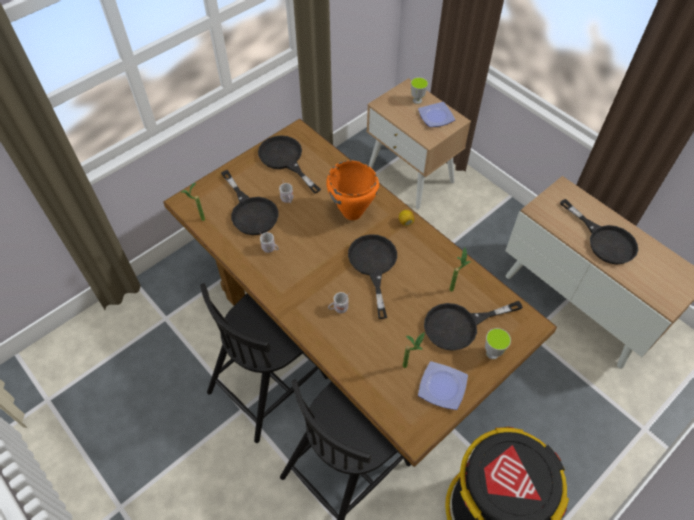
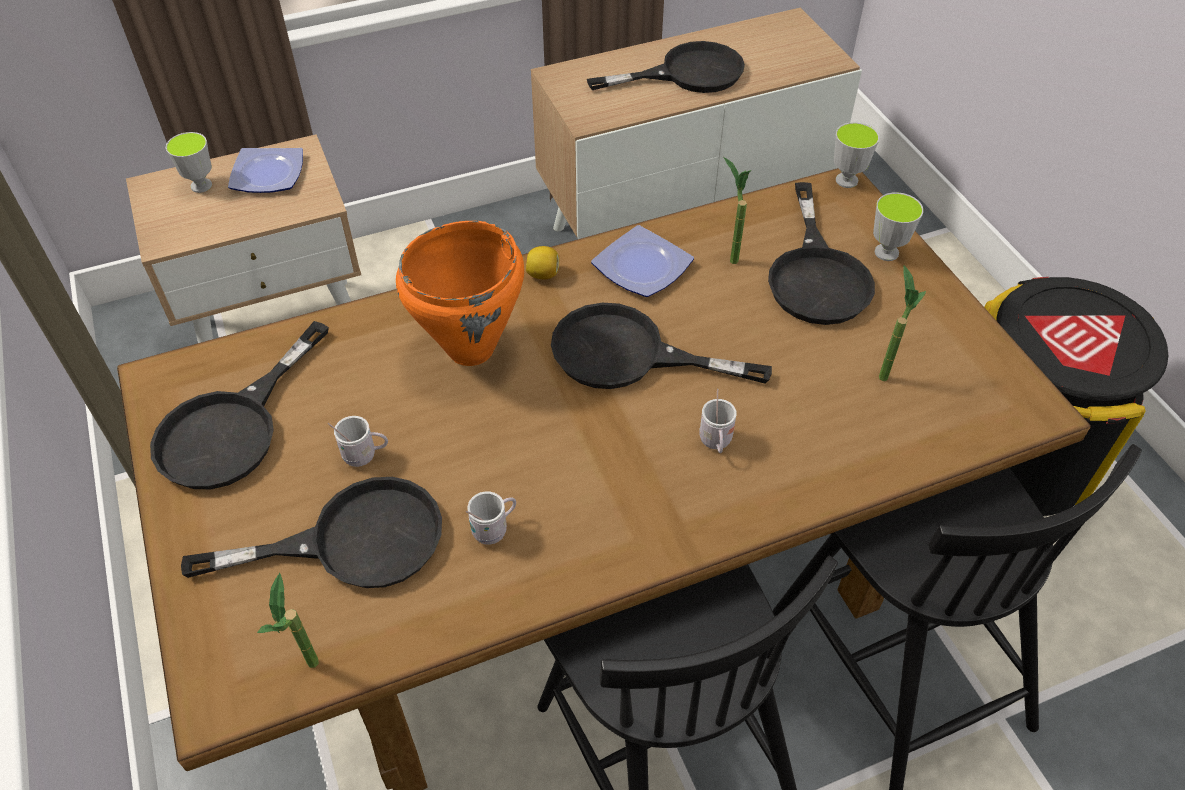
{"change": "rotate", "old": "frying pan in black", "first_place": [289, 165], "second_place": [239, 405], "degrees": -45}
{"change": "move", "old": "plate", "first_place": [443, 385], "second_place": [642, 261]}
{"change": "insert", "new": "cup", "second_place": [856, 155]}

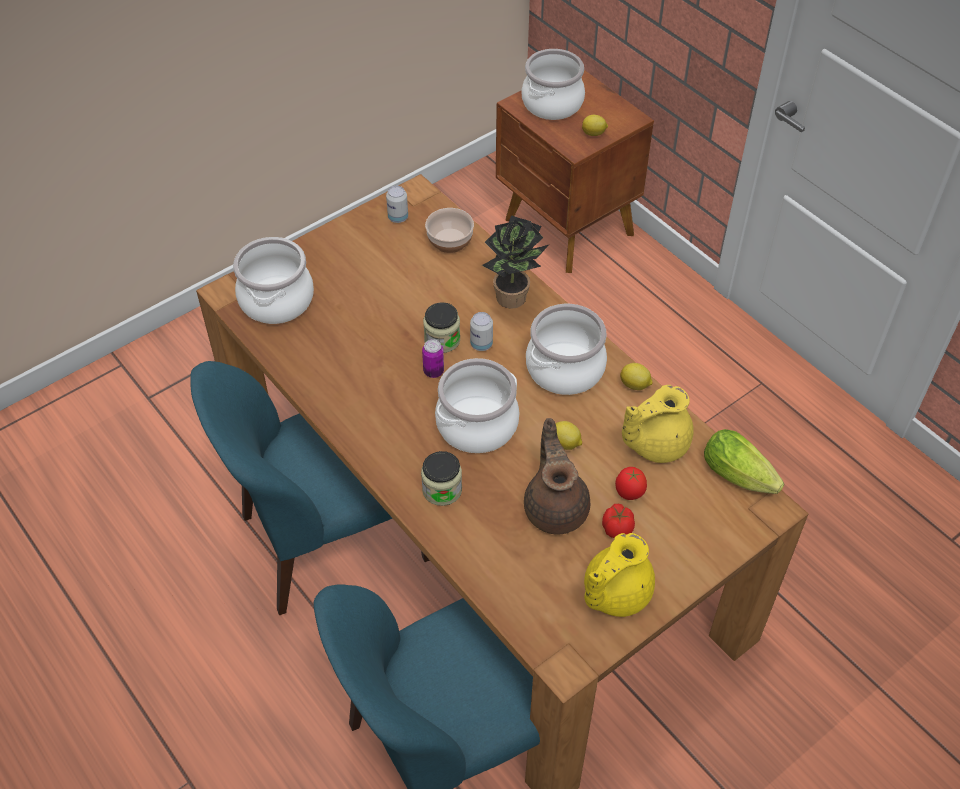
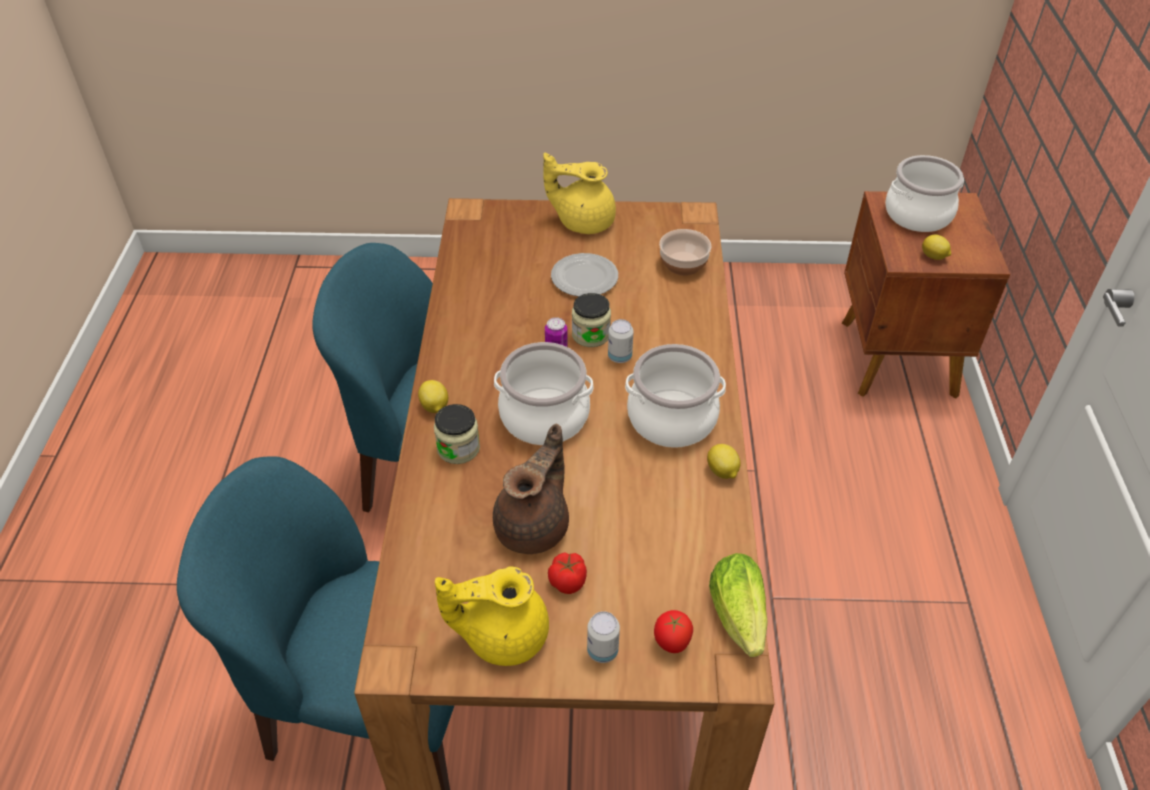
{"change": "move", "old": "can", "first_place": [397, 204], "second_place": [603, 637]}
{"change": "delete", "old": "potted plant", "first_place": [516, 262]}
{"change": "delete", "old": "cooking pot", "first_place": [273, 280]}
{"change": "move", "old": "teapot in yellow", "first_place": [658, 424], "second_place": [579, 193]}
{"change": "move", "old": "lemon", "first_place": [568, 435], "second_place": [433, 396]}
{"change": "move", "old": "tomato", "first_place": [631, 483], "second_place": [673, 631]}
{"change": "insert", "new": "plate", "second_place": [584, 275]}

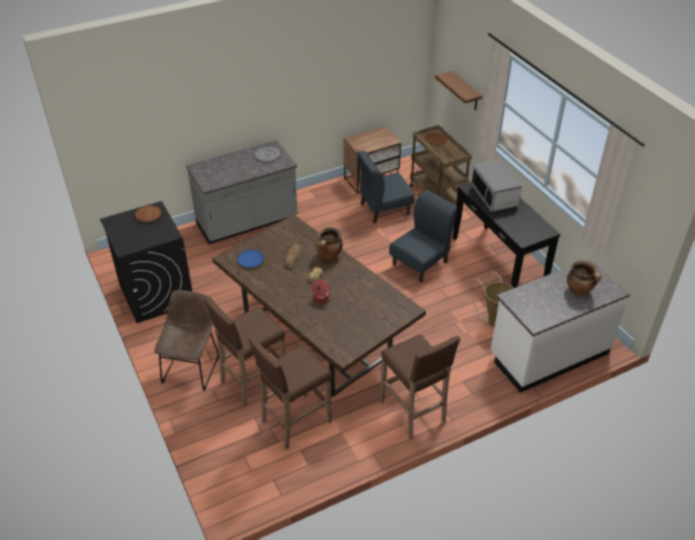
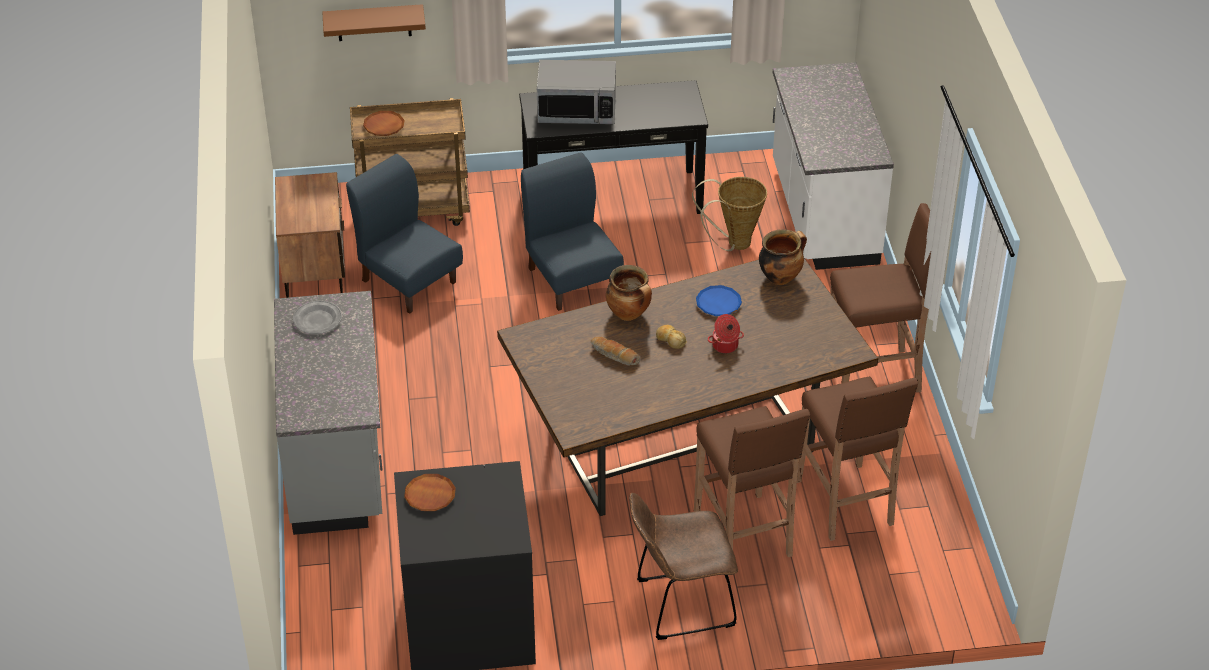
{"change": "rotate", "old": "chair in blue", "first_place": [385, 187], "second_place": [404, 234], "degrees": 135}
{"change": "move", "old": "plate in blue", "first_place": [250, 259], "second_place": [719, 300]}
{"change": "move", "old": "cooking pot", "first_place": [584, 278], "second_place": [783, 257]}
{"change": "rotate", "old": "chair in brown", "first_place": [187, 340], "second_place": [683, 566], "degrees": -45}

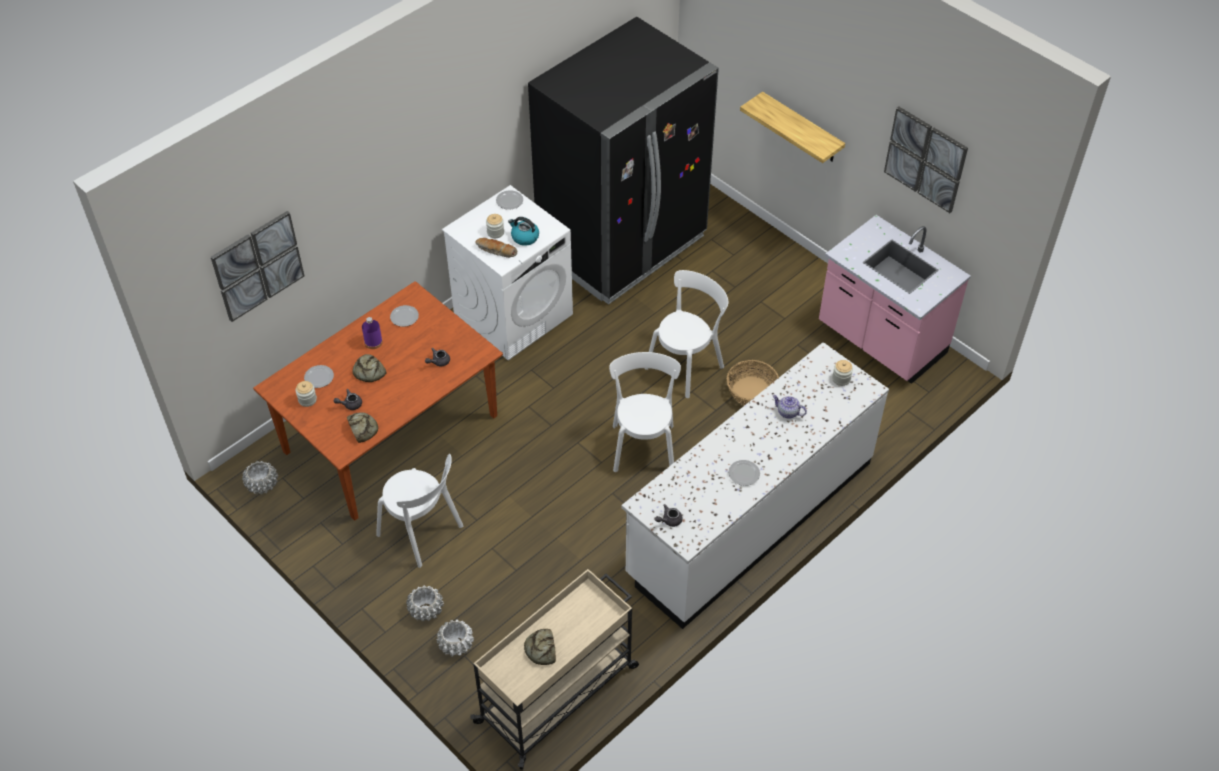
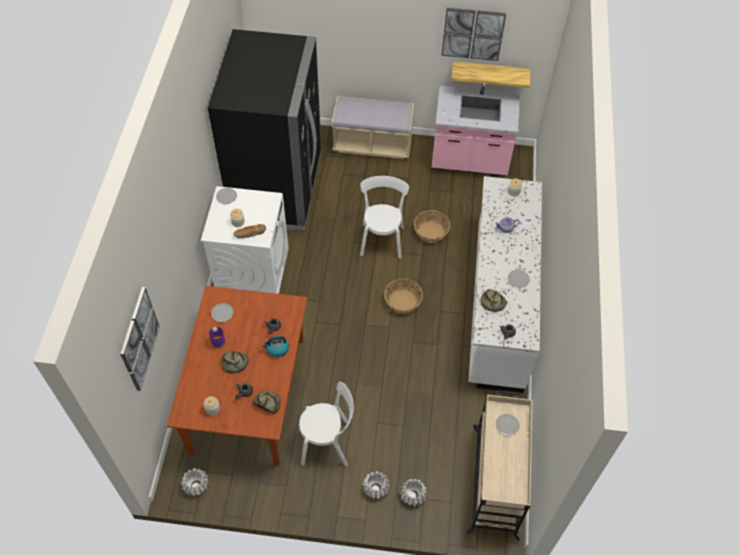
{"change": "move", "old": "shelf", "first_place": [792, 127], "second_place": [491, 74]}
{"change": "move", "old": "kettle", "first_place": [523, 231], "second_place": [275, 346]}
{"change": "replace", "old": "chair in white", "new": "basket", "first_place": [645, 412], "second_place": [403, 296]}
{"change": "move", "old": "plate", "first_place": [319, 376], "second_place": [508, 425]}
{"change": "move", "old": "bread", "first_place": [540, 647], "second_place": [494, 300]}
{"change": "insert", "new": "bench in beige", "second_place": [373, 127]}

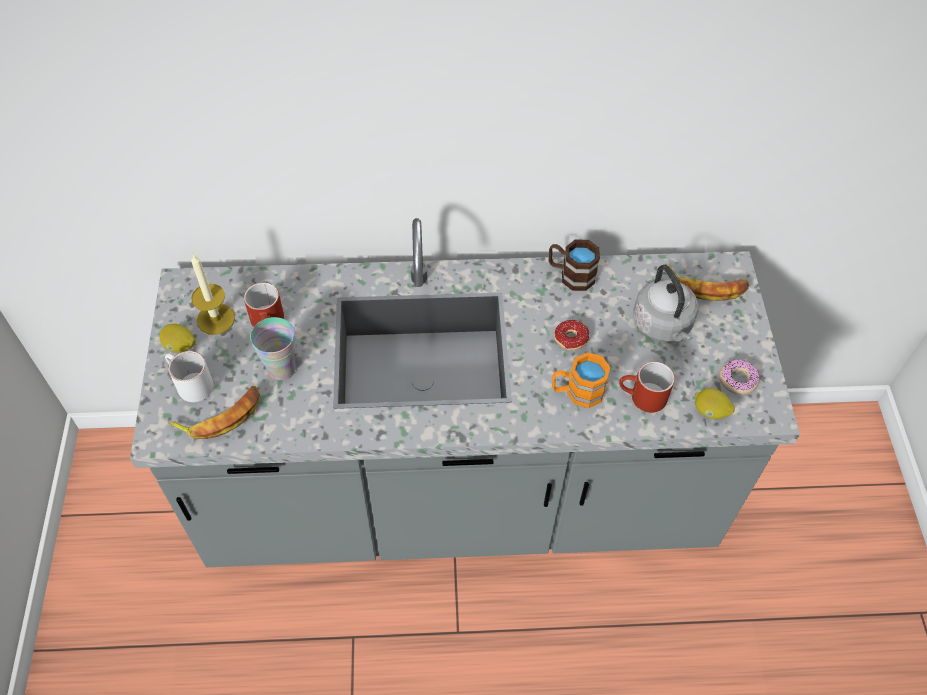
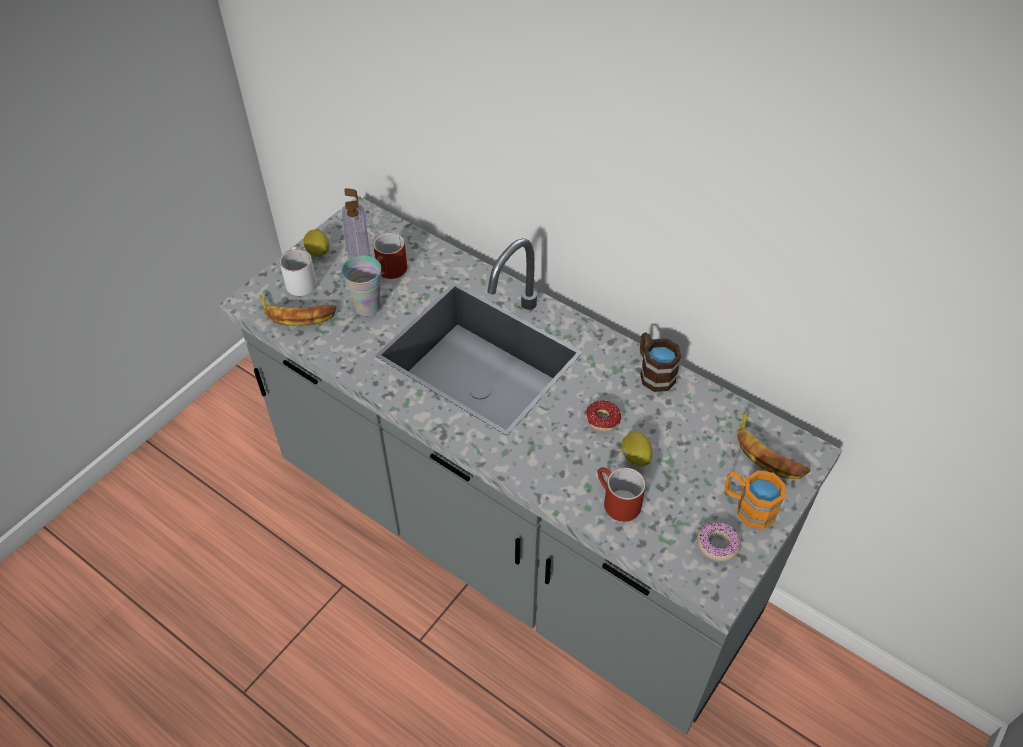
{"change": "replace", "old": "candle", "new": "soap dispenser", "first_place": [213, 294], "second_place": [356, 223]}
{"change": "delete", "old": "kettle in grey", "first_place": [665, 303]}
{"change": "move", "old": "mug in orange", "first_place": [581, 380], "second_place": [755, 499]}
{"change": "move", "old": "lemon", "first_place": [715, 403], "second_place": [637, 449]}

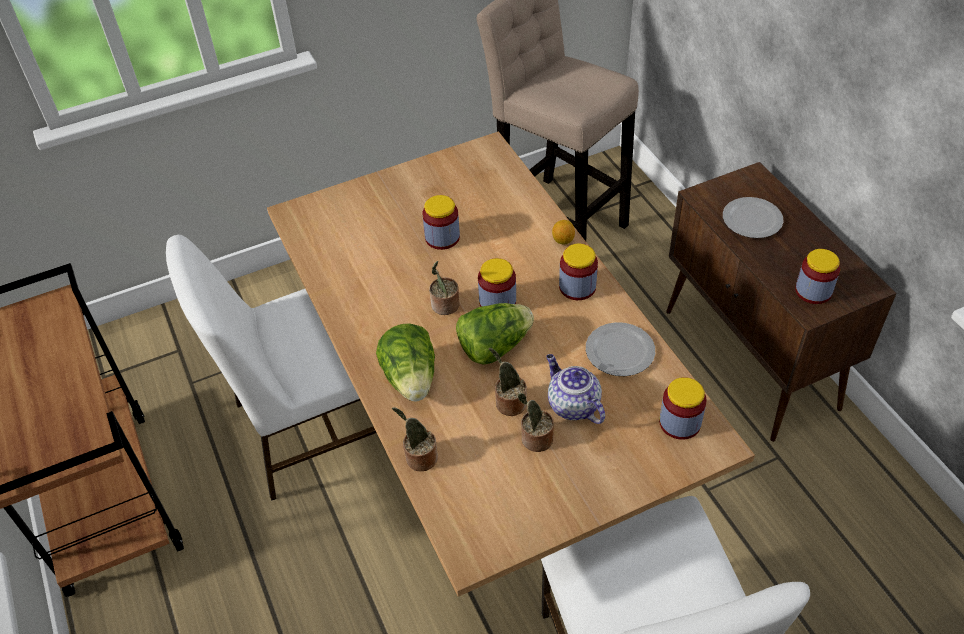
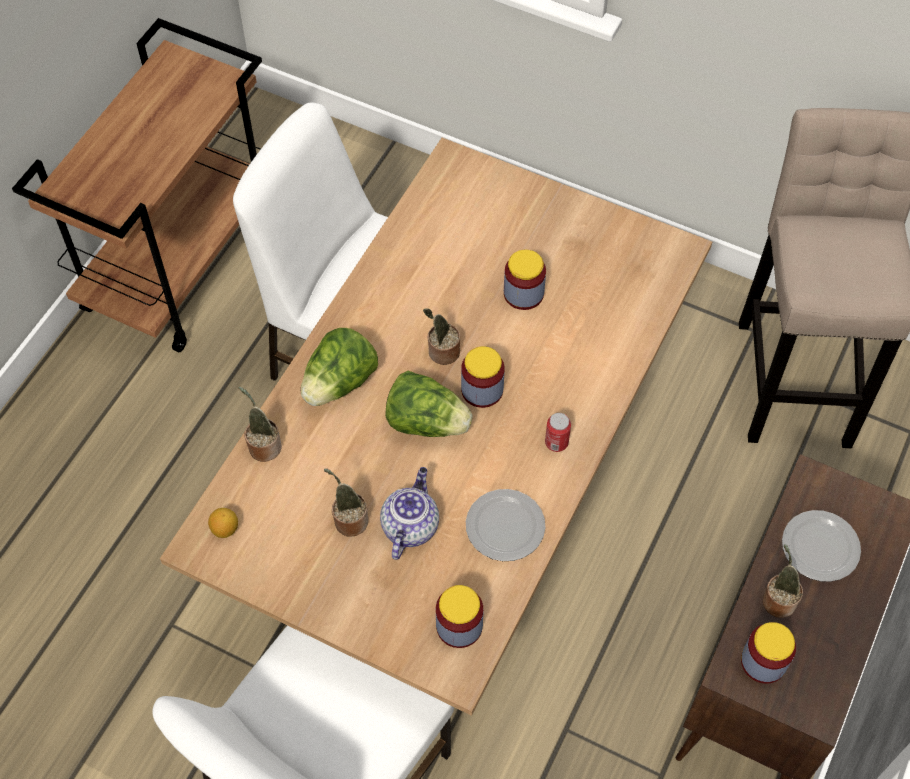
{"change": "move", "old": "lemon", "first_place": [563, 232], "second_place": [223, 523]}
{"change": "replace", "old": "jar", "new": "can", "first_place": [578, 272], "second_place": [558, 432]}
{"change": "move", "old": "potted plant", "first_place": [507, 382], "second_place": [783, 581]}

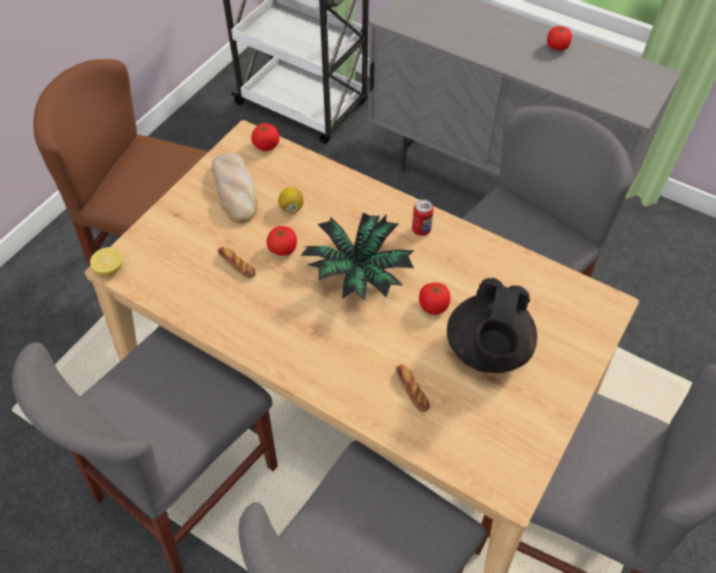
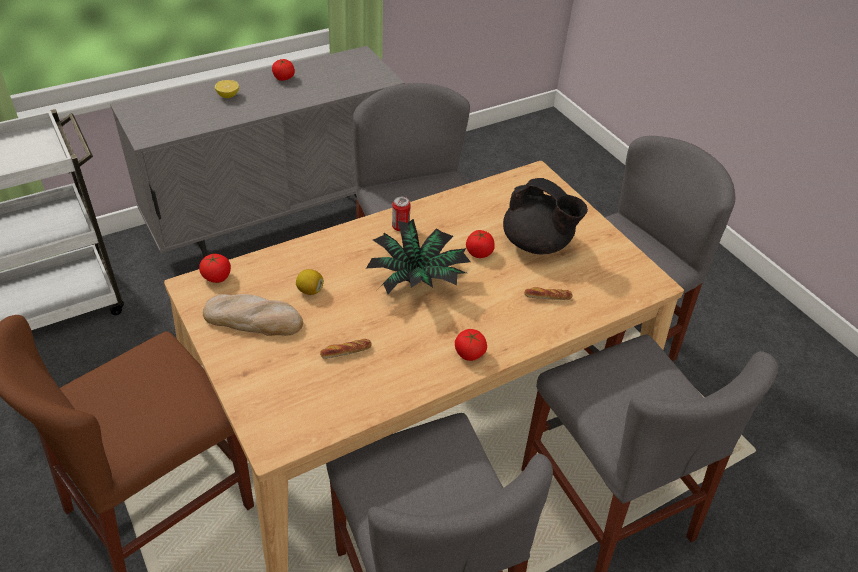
{"change": "move", "old": "tomato", "first_place": [282, 241], "second_place": [471, 345]}
{"change": "move", "old": "lemon", "first_place": [106, 261], "second_place": [227, 89]}

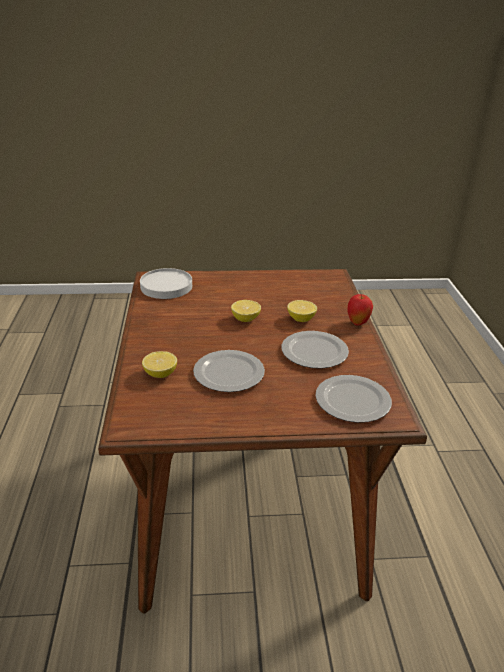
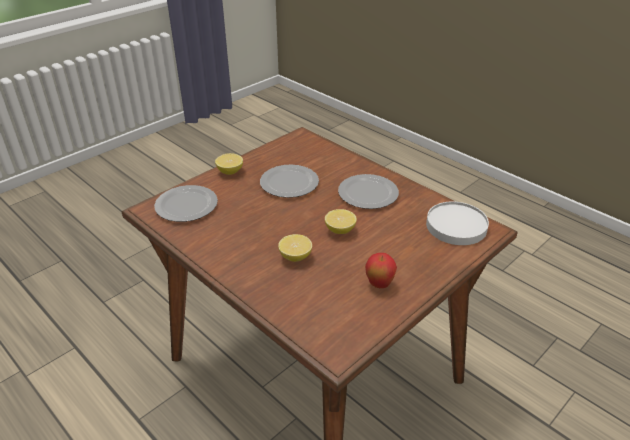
{"change": "move", "old": "apple", "first_place": [360, 310], "second_place": [381, 270]}
{"change": "move", "old": "plate", "first_place": [315, 350], "second_place": [368, 191]}
{"change": "move", "old": "lemon", "first_place": [159, 364], "second_place": [229, 164]}

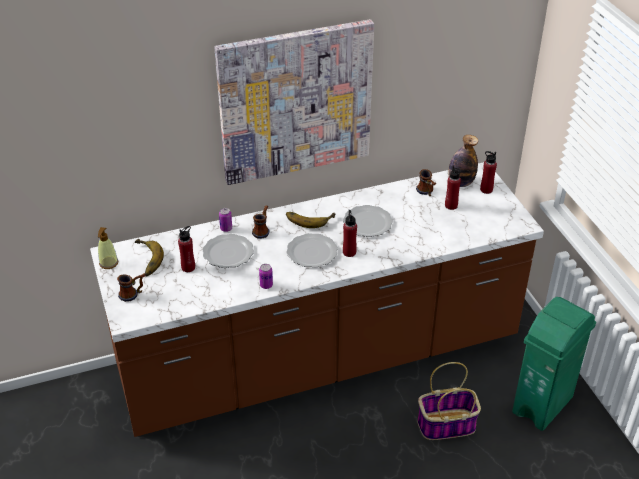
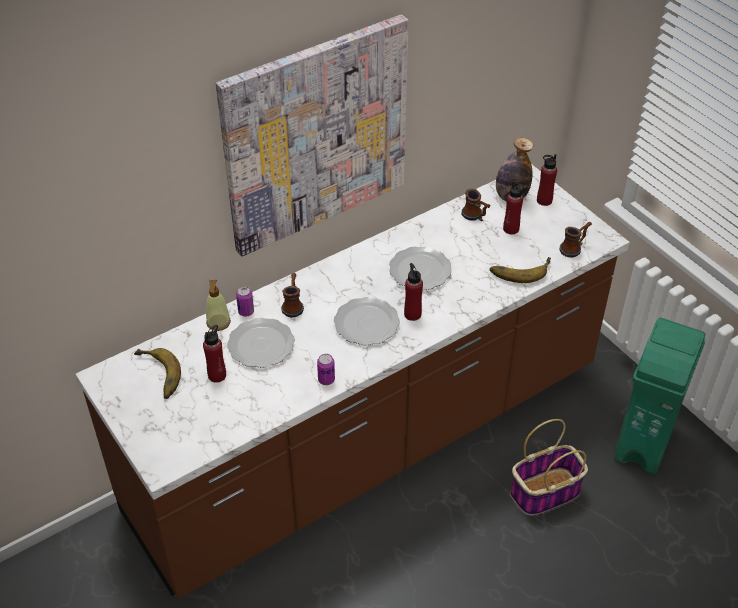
{"change": "move", "old": "banana", "first_place": [310, 220], "second_place": [520, 270]}
{"change": "move", "old": "soap dispenser", "first_place": [108, 248], "second_place": [218, 305]}
{"change": "move", "old": "mug", "first_place": [131, 287], "second_place": [576, 240]}

